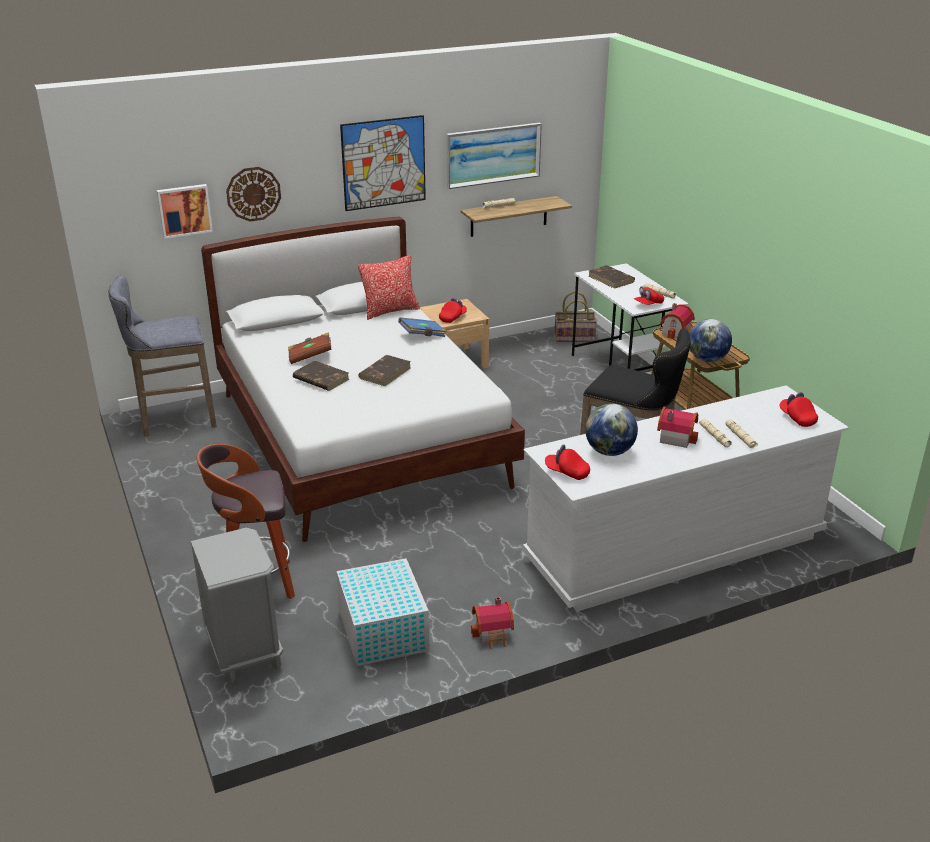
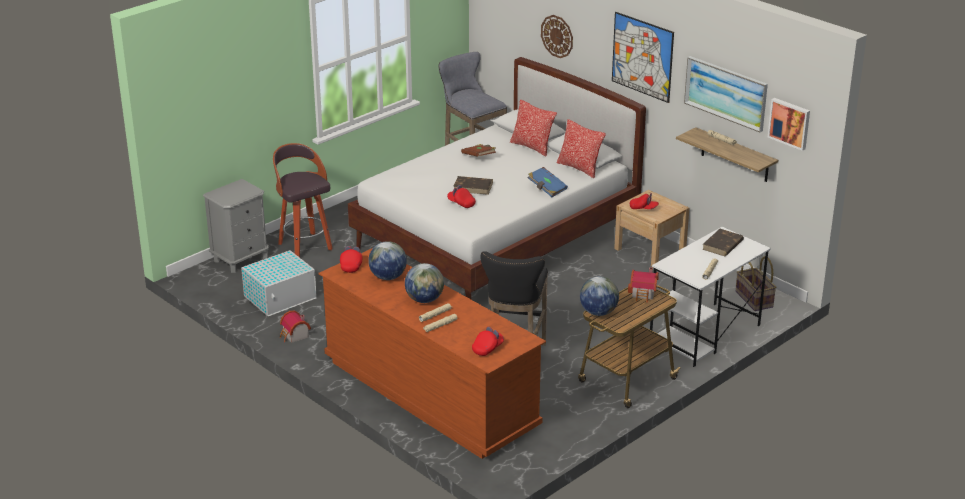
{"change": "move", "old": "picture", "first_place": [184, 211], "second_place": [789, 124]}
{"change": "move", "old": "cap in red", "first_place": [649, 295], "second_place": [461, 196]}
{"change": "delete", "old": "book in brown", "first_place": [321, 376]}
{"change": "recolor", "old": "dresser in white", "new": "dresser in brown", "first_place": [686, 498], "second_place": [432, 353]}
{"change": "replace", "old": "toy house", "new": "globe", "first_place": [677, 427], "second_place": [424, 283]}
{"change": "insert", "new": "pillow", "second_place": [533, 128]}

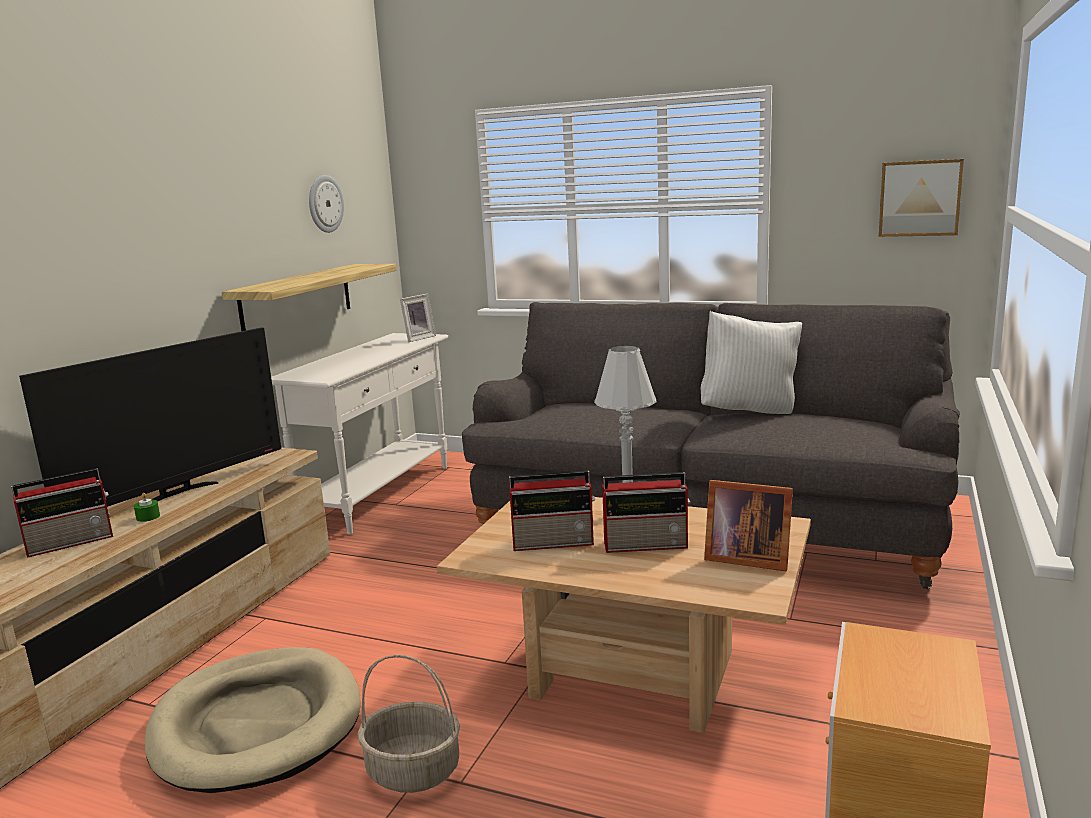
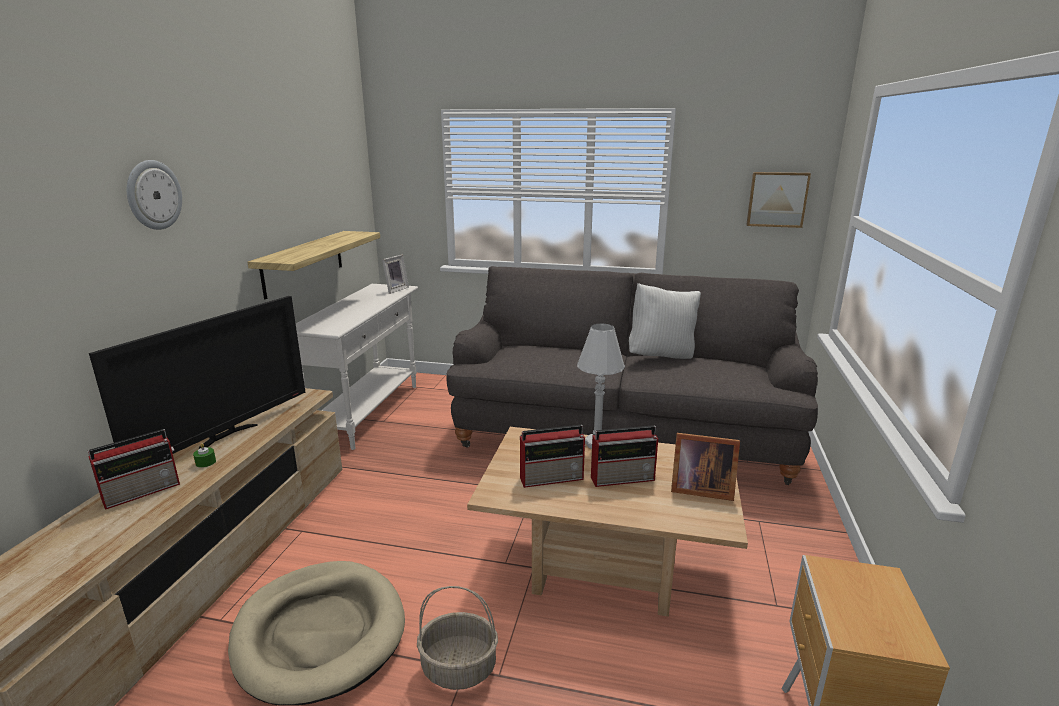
{"change": "move", "old": "wall clock", "first_place": [326, 204], "second_place": [154, 195]}

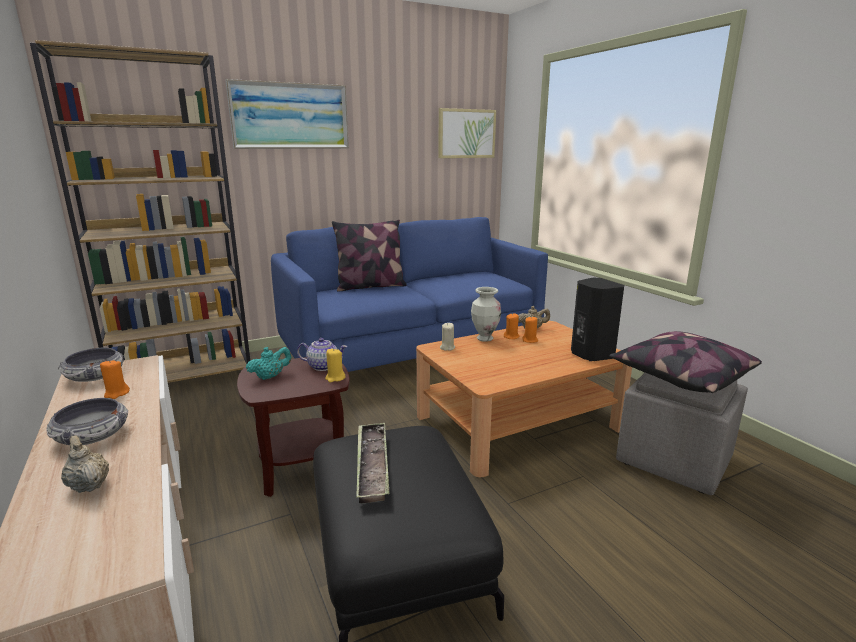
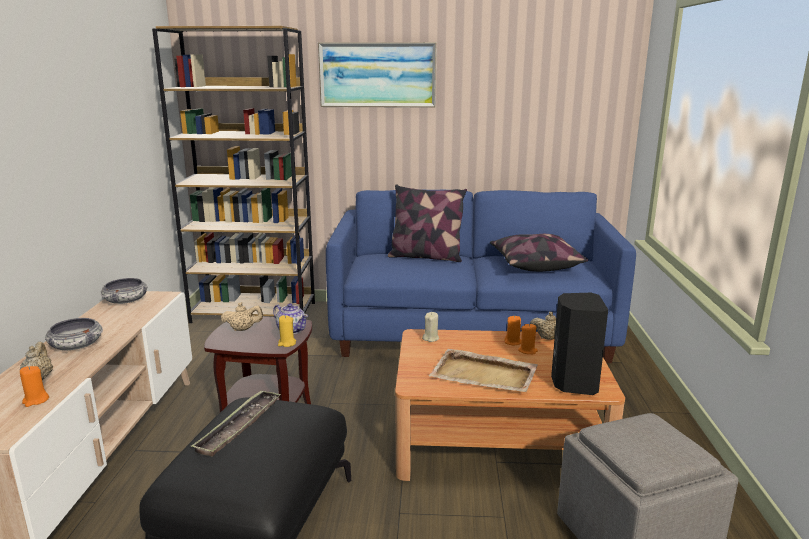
{"change": "delete", "old": "picture", "first_place": [467, 133]}
{"change": "delete", "old": "vase", "first_place": [486, 314]}
{"change": "move", "old": "pillow", "first_place": [685, 362], "second_place": [539, 253]}
{"change": "recolor", "old": "teapot in turquoise", "new": "teapot in beige", "first_place": [268, 363], "second_place": [242, 316]}
{"change": "move", "old": "candle in orange", "first_place": [115, 379], "second_place": [34, 386]}
{"change": "insert", "new": "tray in beige", "second_place": [483, 370]}

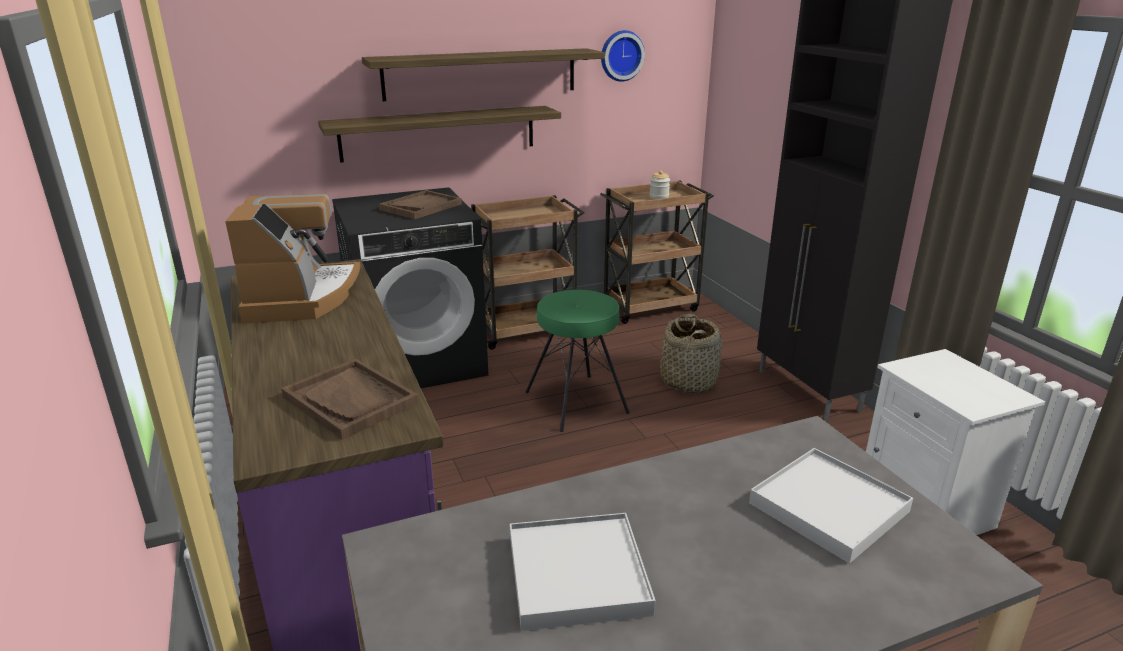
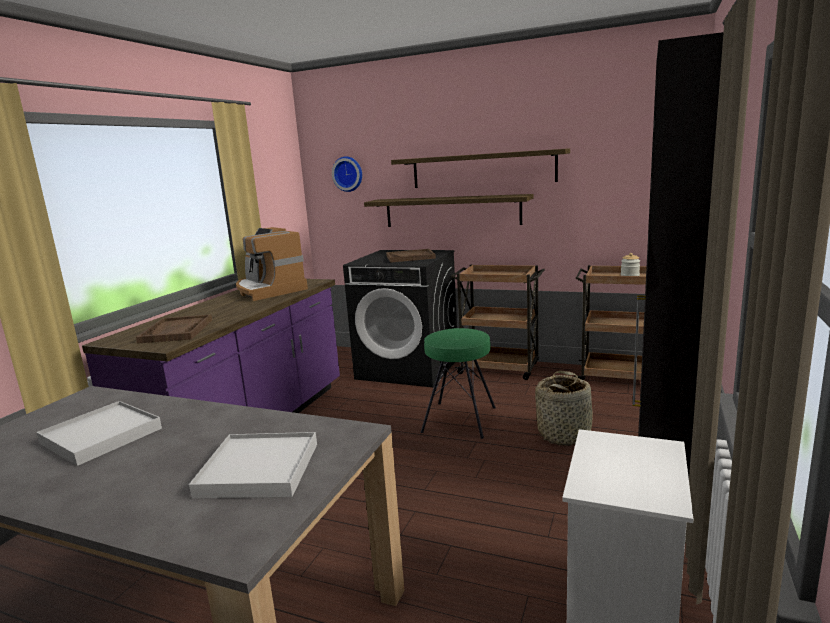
{"change": "move", "old": "wall clock", "first_place": [623, 56], "second_place": [347, 174]}
{"change": "rotate", "old": "coffee machine", "first_place": [292, 258], "second_place": [272, 264], "degrees": 105}

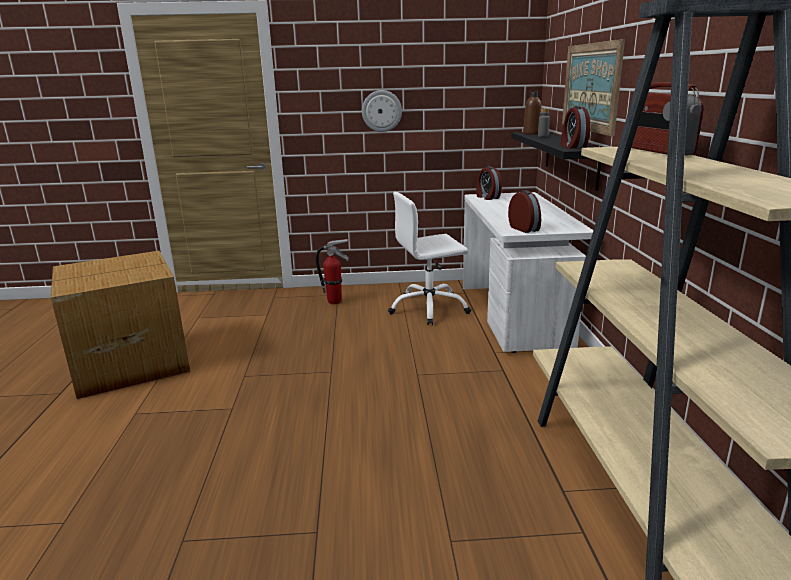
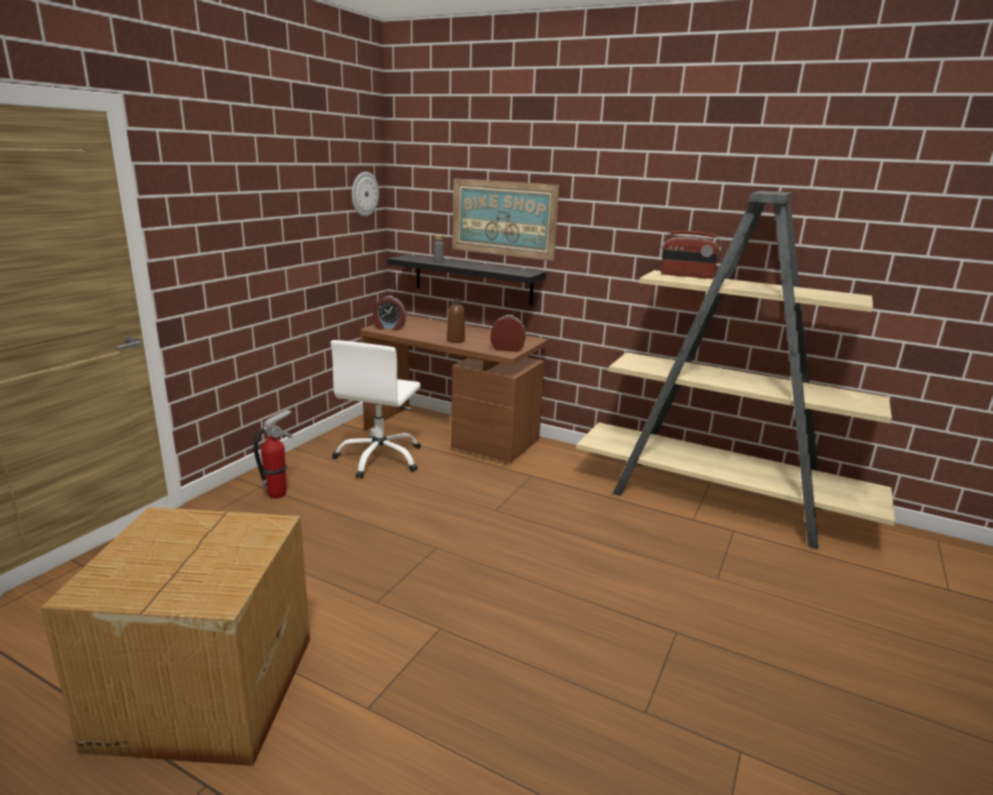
{"change": "move", "old": "wall clock", "first_place": [382, 111], "second_place": [365, 194]}
{"change": "move", "old": "bottle in brown", "first_place": [532, 113], "second_place": [456, 320]}
{"change": "delete", "old": "alarm clock", "first_place": [575, 127]}
{"change": "recolor", "old": "desk in white", "new": "desk in brown", "first_place": [528, 272], "second_place": [453, 388]}

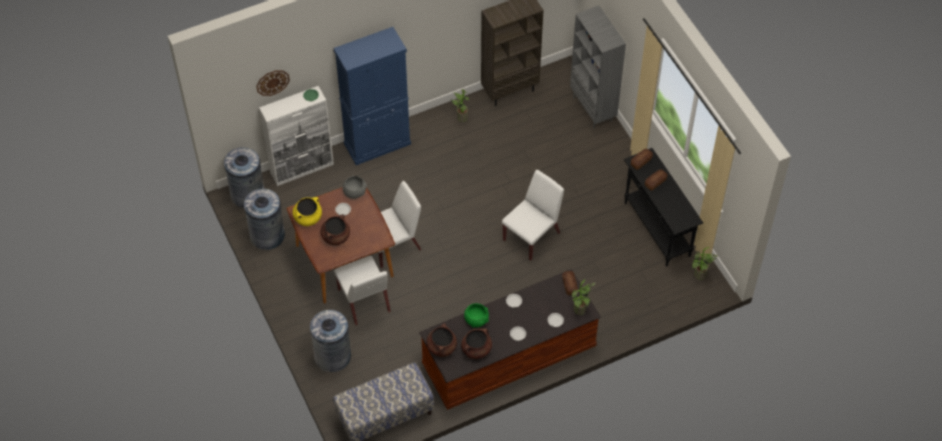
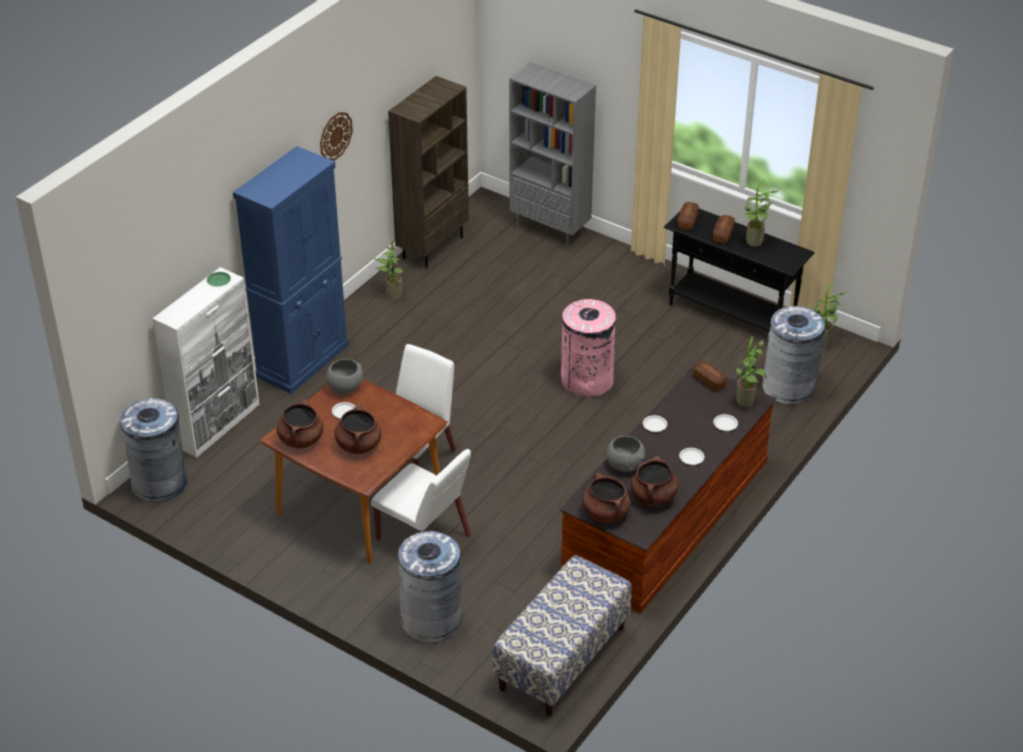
{"change": "move", "old": "wall clock", "first_place": [273, 83], "second_place": [336, 136]}
{"change": "replace", "old": "chair in white", "new": "trash can in pink", "first_place": [533, 215], "second_place": [588, 348]}
{"change": "move", "old": "trash can in grey", "first_place": [264, 219], "second_place": [793, 355]}
{"change": "recolor", "old": "cooking pot in yellow", "new": "cooking pot in brown", "first_place": [307, 211], "second_place": [300, 423]}
{"change": "recolor", "old": "bowl in green", "new": "bowl in grey", "first_place": [476, 315], "second_place": [626, 454]}
{"change": "insert", "new": "potted plant", "second_place": [762, 213]}

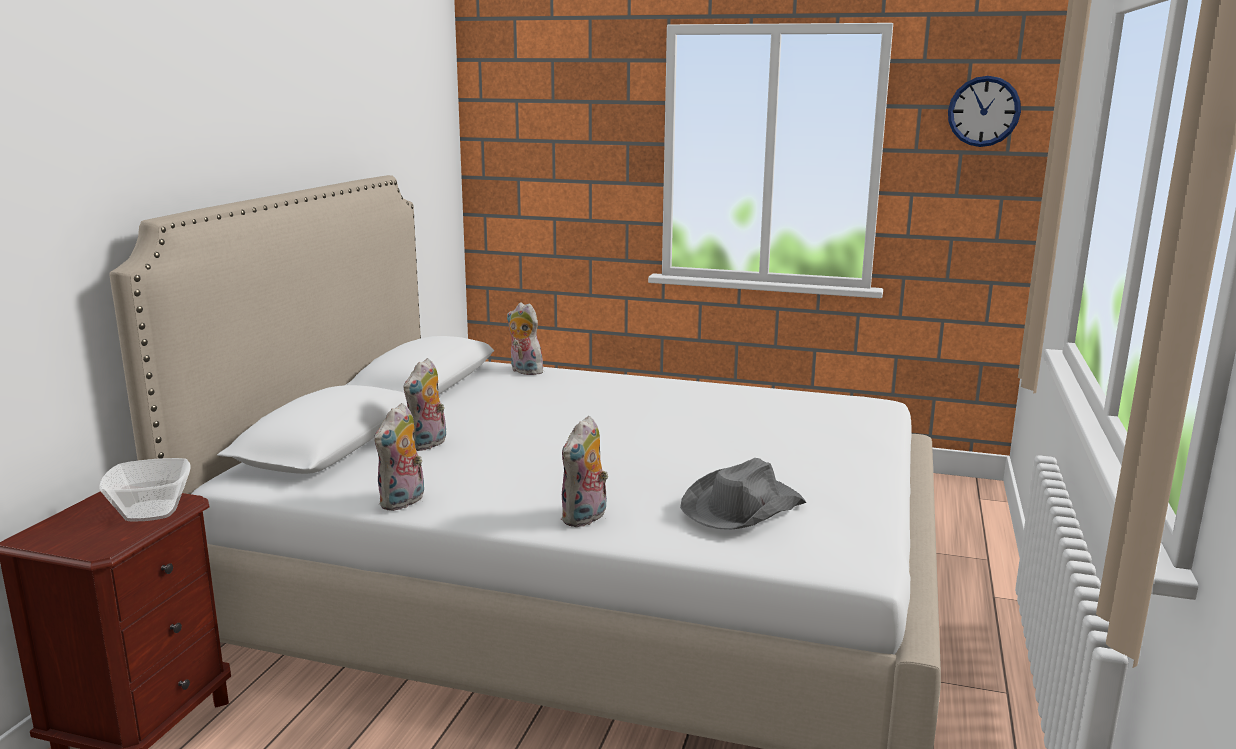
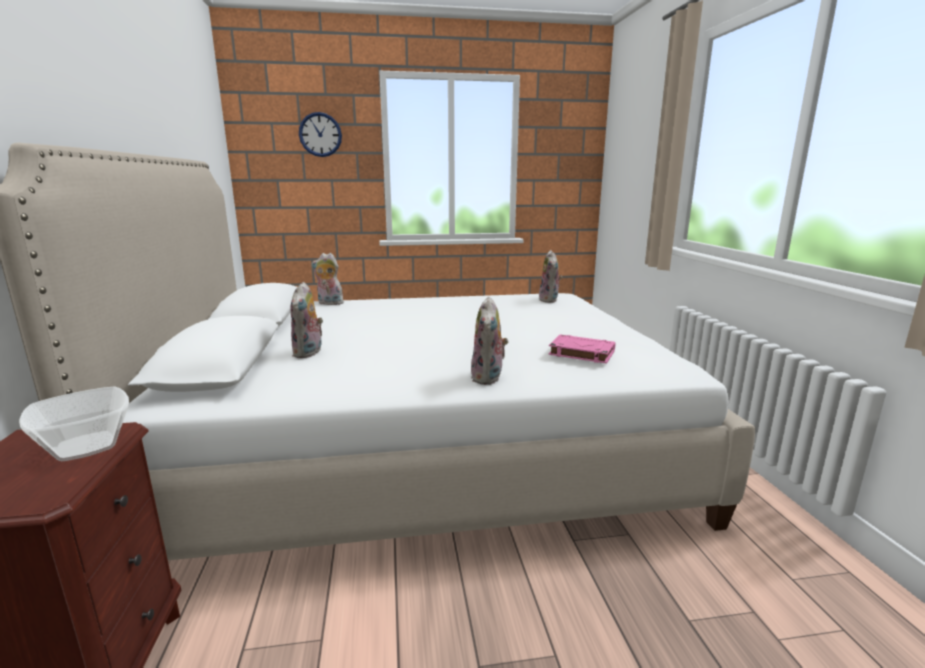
{"change": "move", "old": "wall clock", "first_place": [984, 111], "second_place": [320, 134]}
{"change": "move", "old": "plush toy", "first_place": [399, 457], "second_place": [551, 276]}
{"change": "replace", "old": "hat in grey", "new": "book in pink", "first_place": [743, 494], "second_place": [581, 349]}

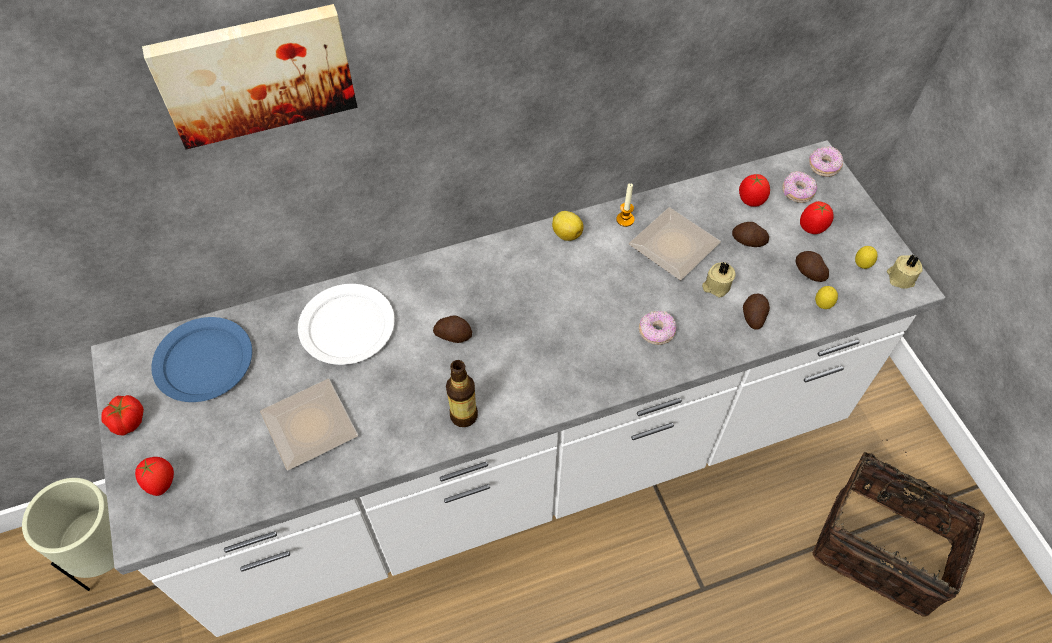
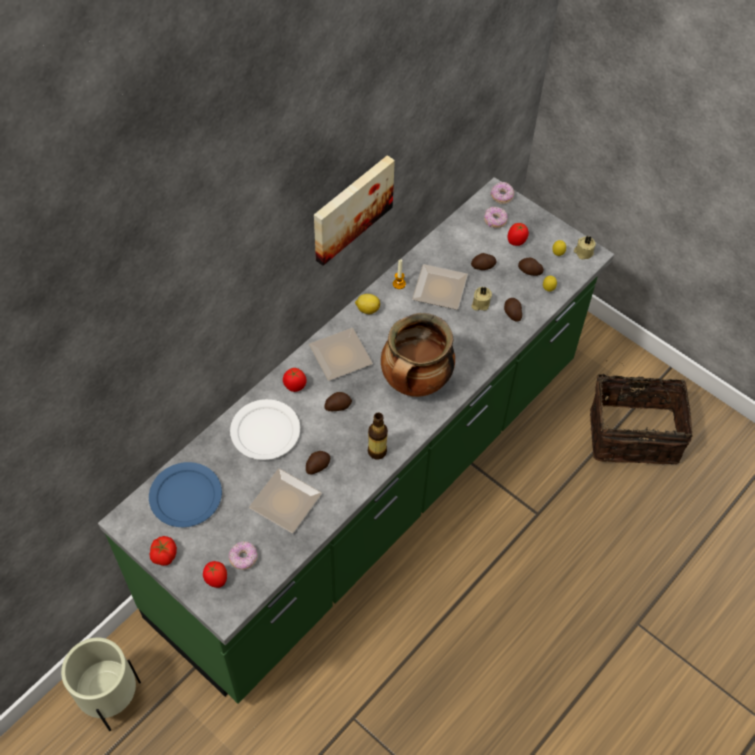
{"change": "move", "old": "picture", "first_place": [249, 76], "second_place": [354, 210]}
{"change": "recolor", "old": "counter in white", "new": "counter in green", "first_place": [518, 388], "second_place": [356, 440]}
{"change": "move", "old": "tomato", "first_place": [754, 190], "second_place": [294, 380]}
{"change": "move", "old": "donut", "first_place": [657, 328], "second_place": [243, 555]}
{"change": "insert", "new": "cooking pot", "second_place": [418, 355]}
{"change": "insert", "new": "plate", "second_place": [341, 354]}
{"change": "insert", "new": "potato", "second_place": [318, 463]}

